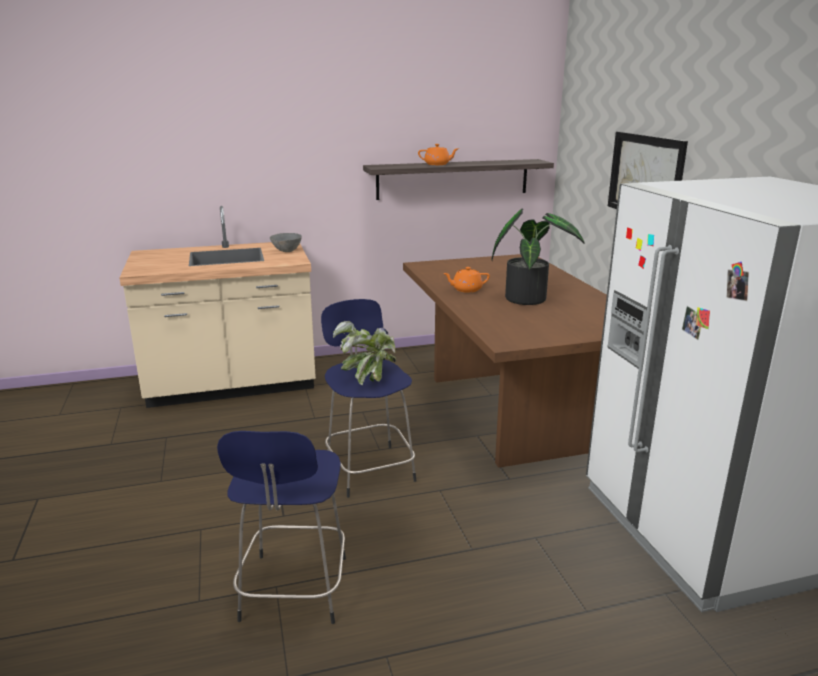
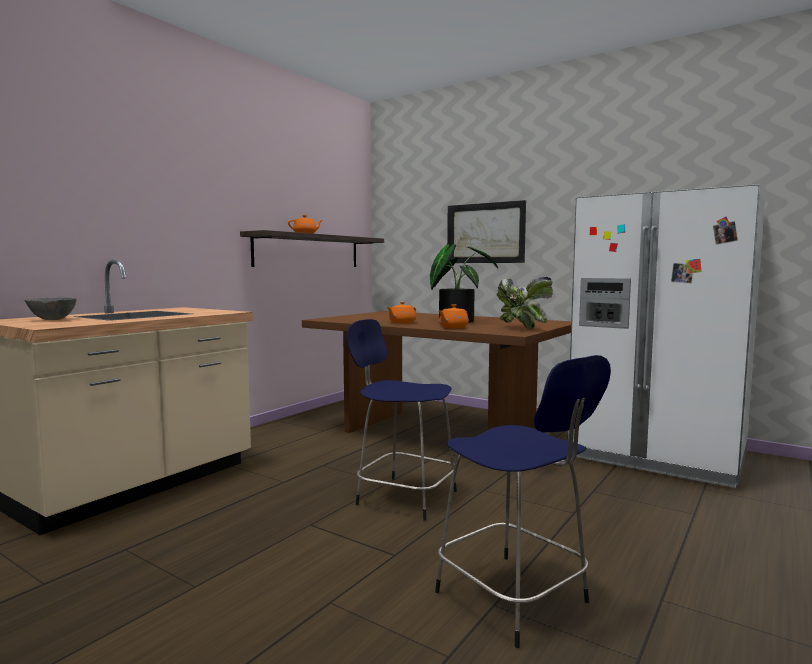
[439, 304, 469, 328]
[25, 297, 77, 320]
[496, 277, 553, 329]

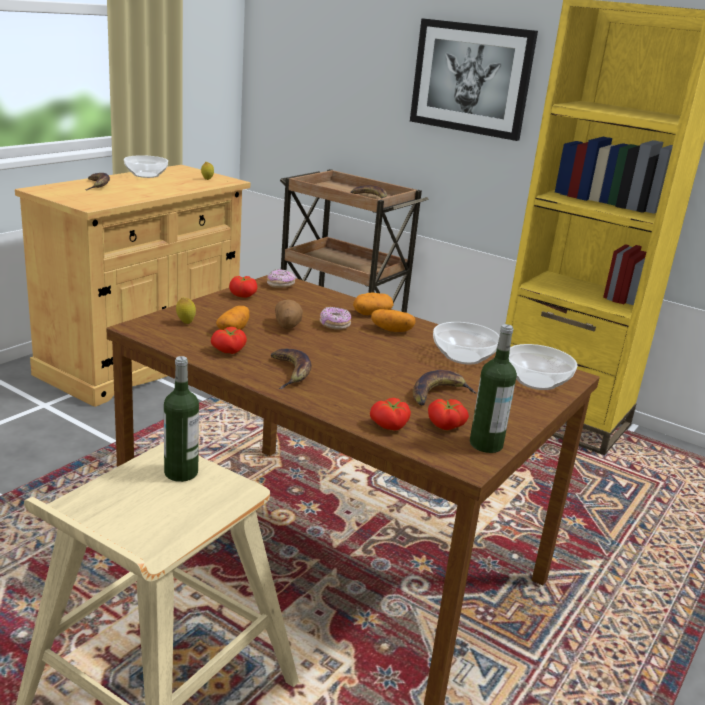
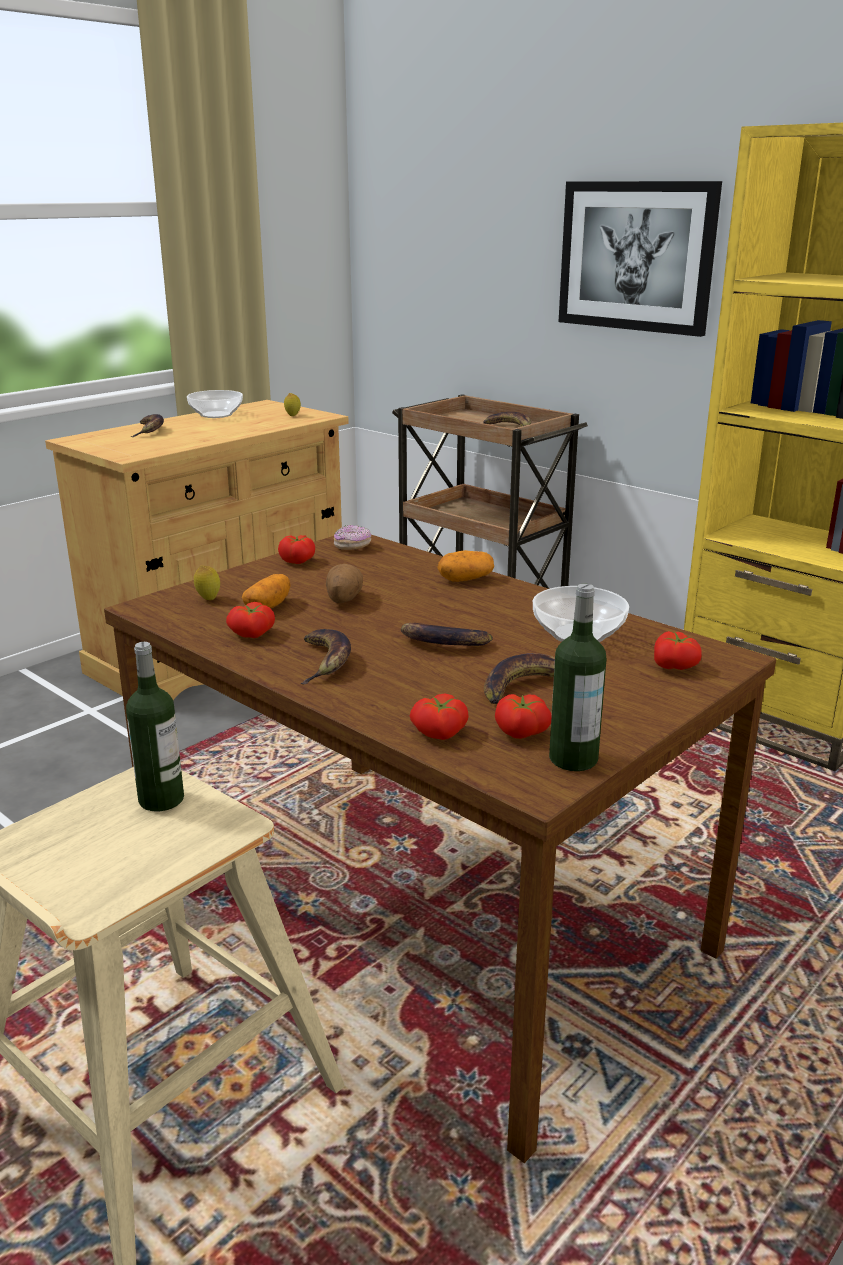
[320, 307, 351, 330] (first image)
[371, 309, 416, 332] (first image)
[401, 623, 493, 646]
[654, 631, 702, 670]

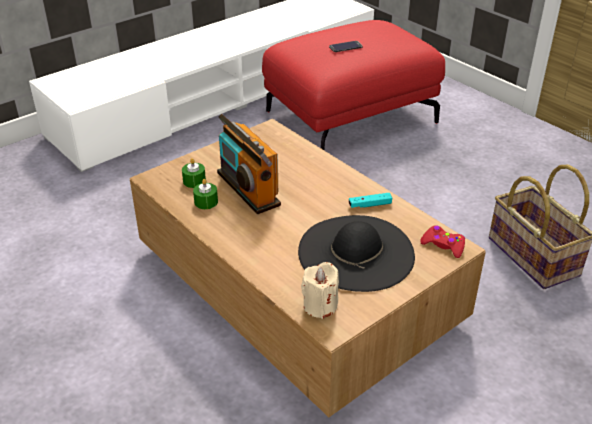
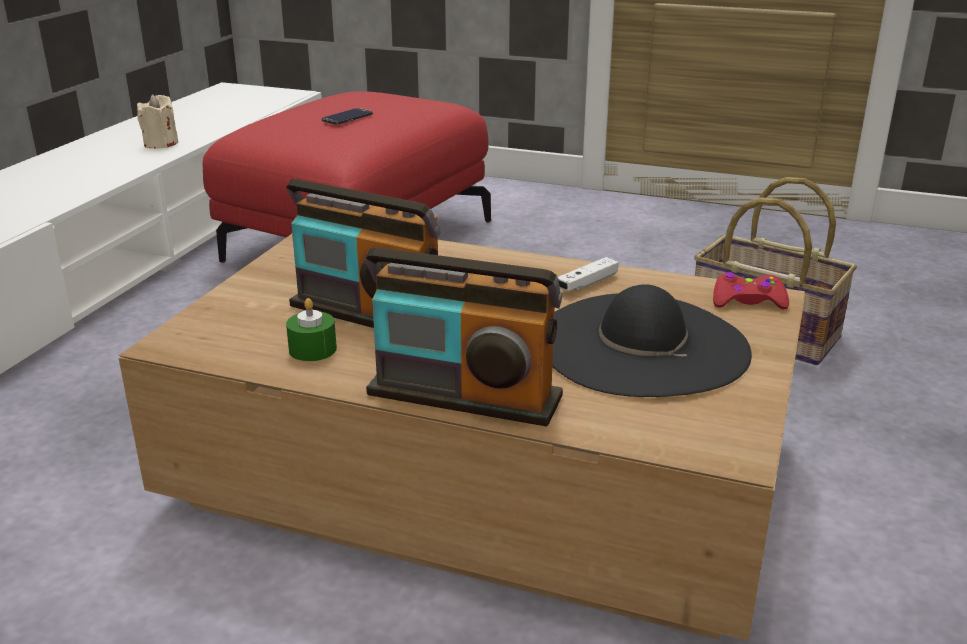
[182, 158, 206, 188] (first image)
[365, 247, 563, 427]
[137, 94, 179, 149]
[558, 257, 619, 291]

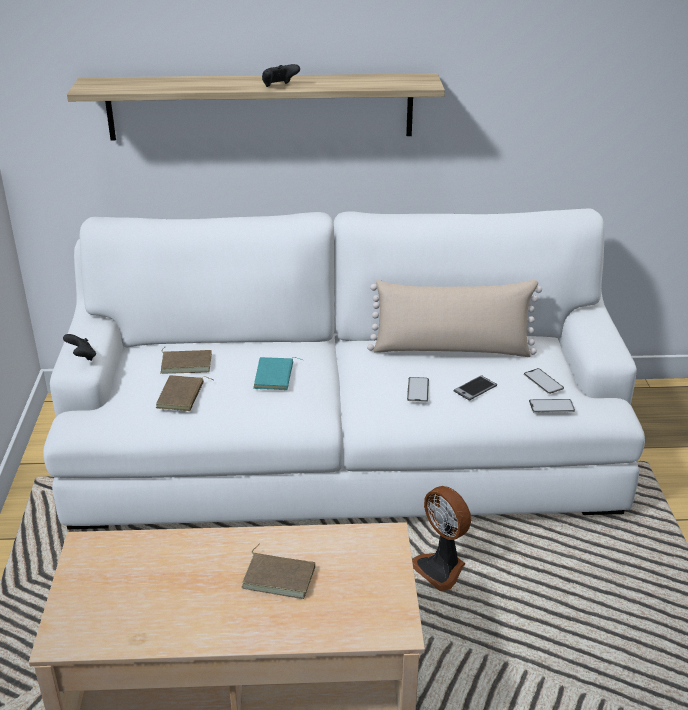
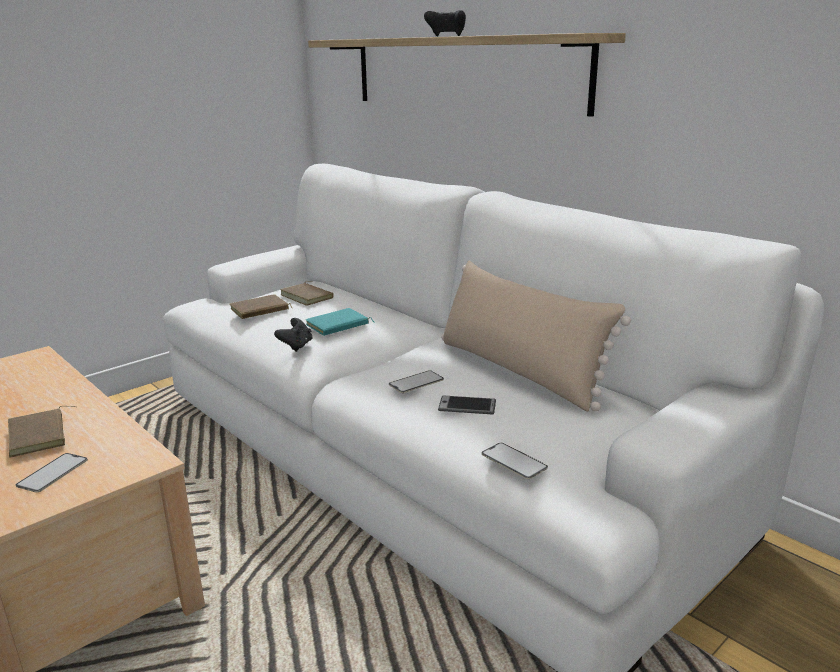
[412, 486, 471, 591] (first image)
[274, 318, 312, 352]
[16, 453, 88, 493]

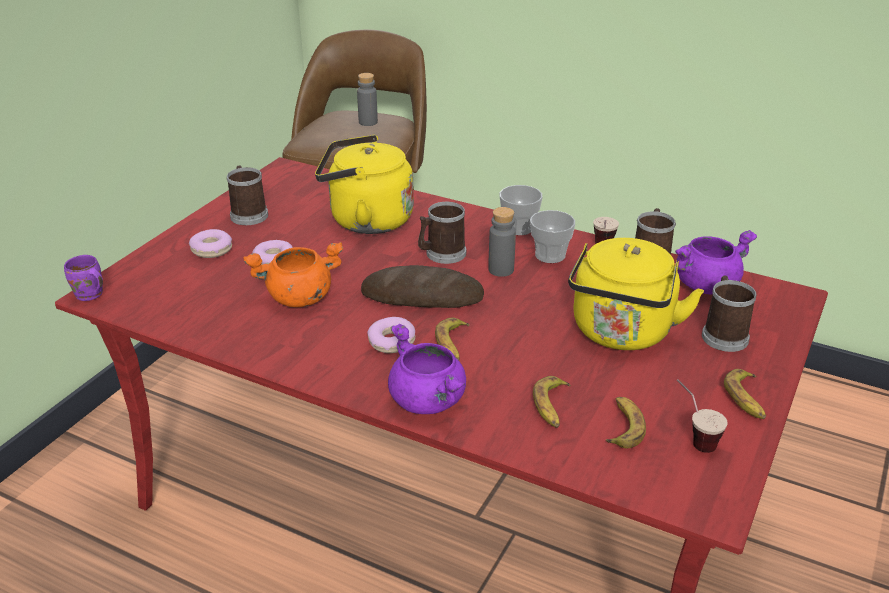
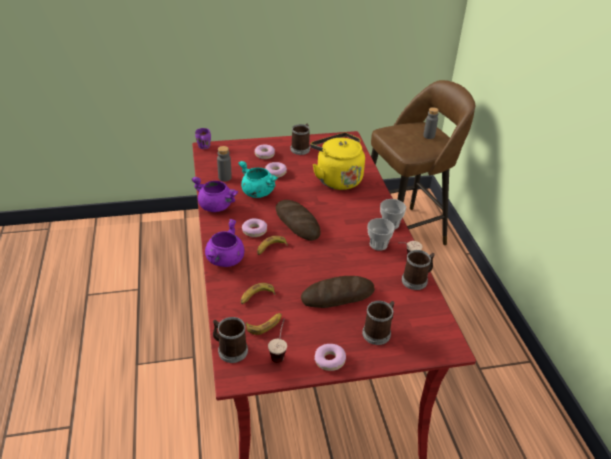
[213, 317, 248, 363]
[217, 146, 232, 181]
[191, 177, 238, 212]
[301, 276, 375, 308]
[314, 344, 346, 371]
[238, 161, 278, 198]

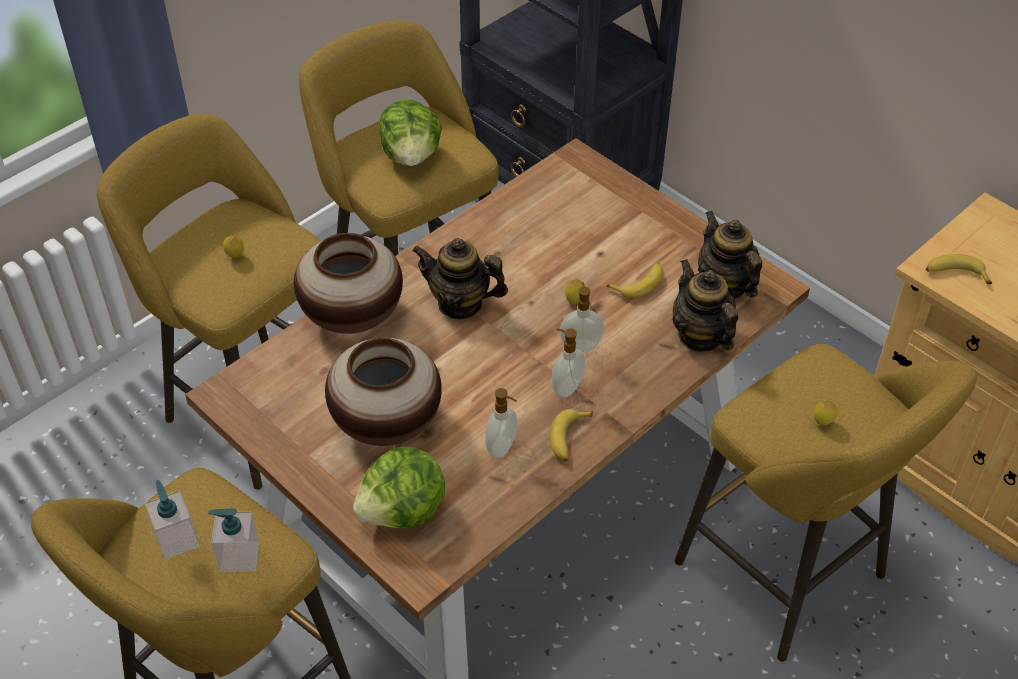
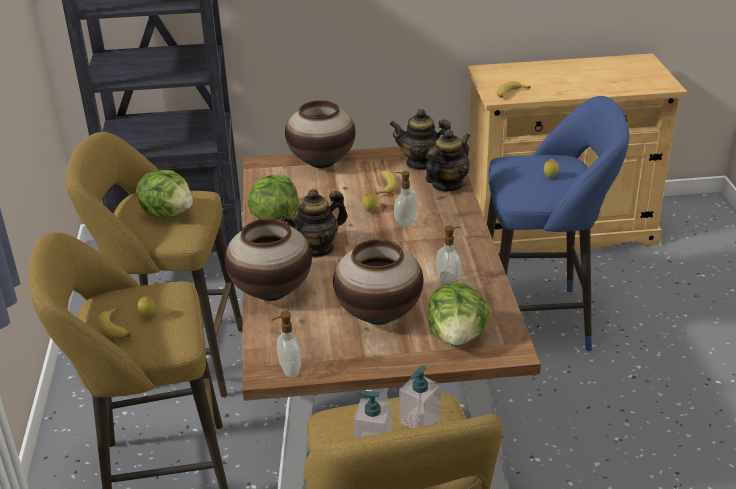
[248, 175, 298, 222]
[285, 100, 356, 168]
[97, 306, 131, 339]
[272, 311, 301, 378]
[487, 96, 629, 351]
[425, 129, 470, 191]

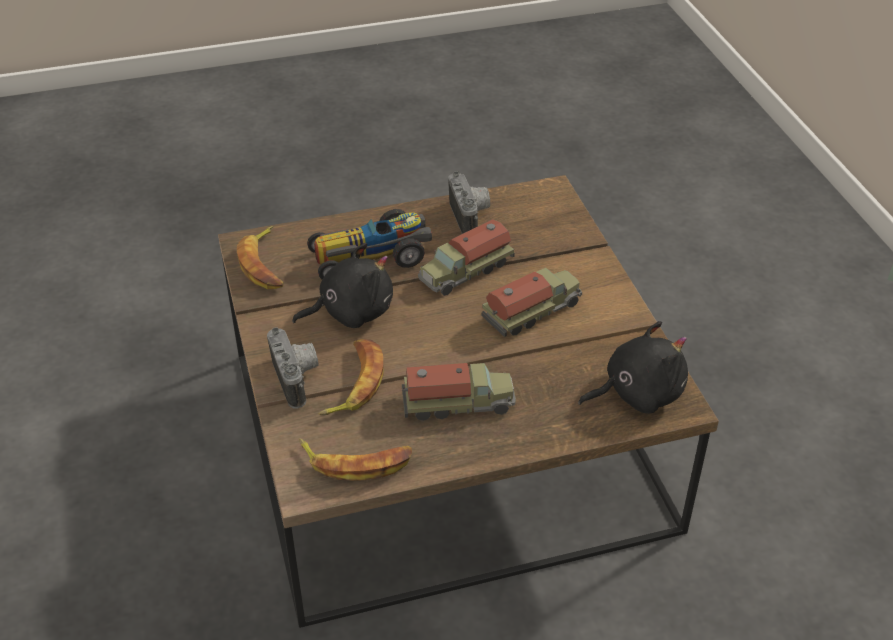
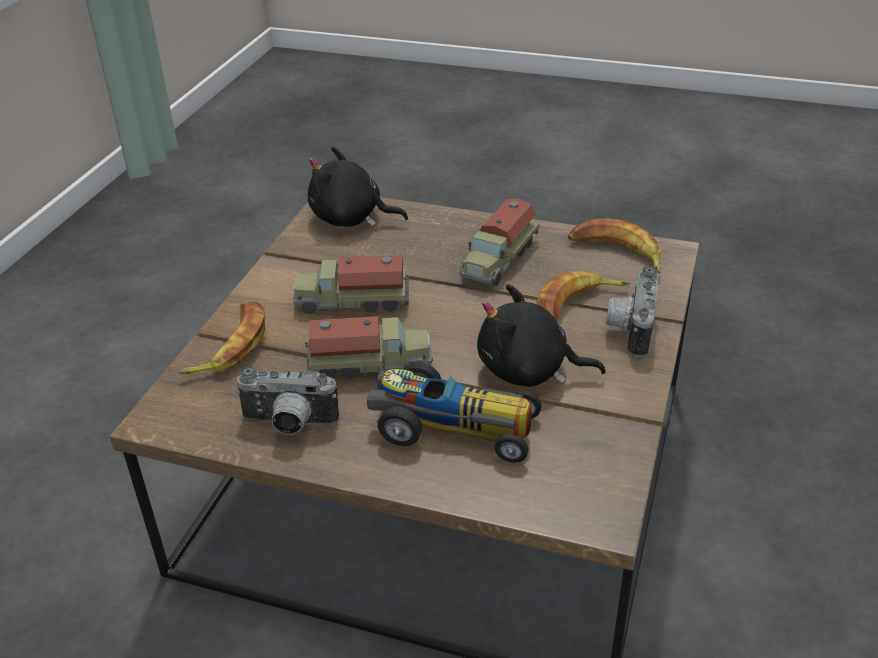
[179, 301, 265, 374]
[459, 199, 539, 286]
[235, 367, 339, 435]

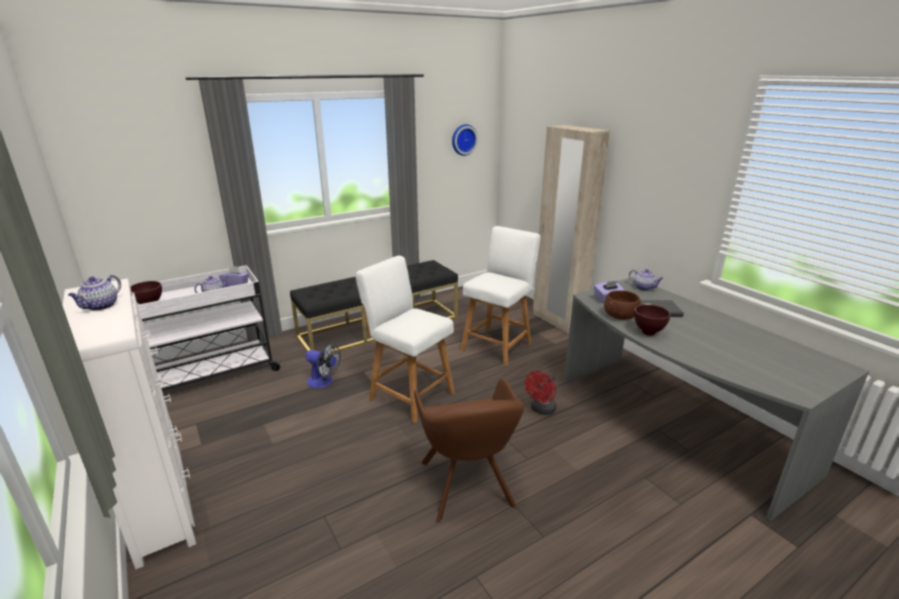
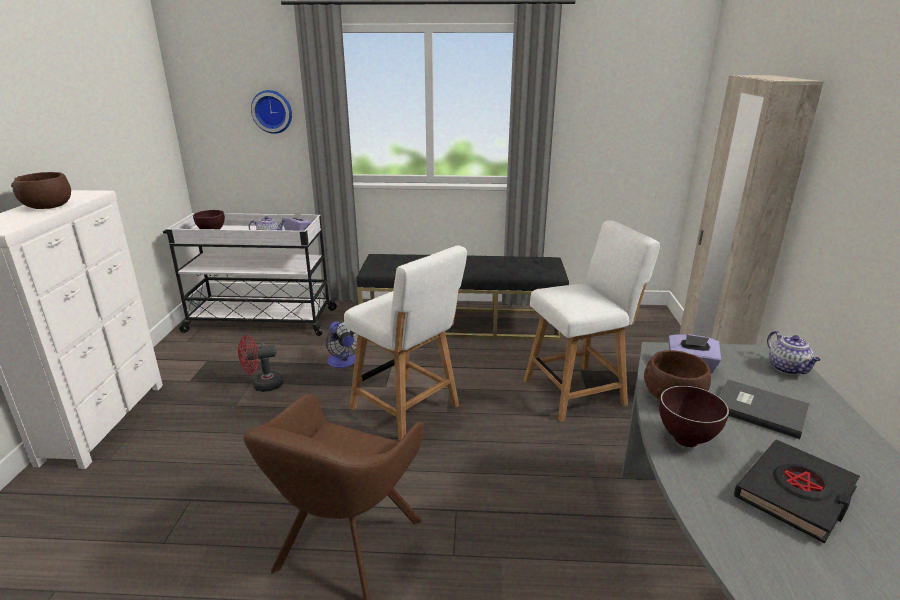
[734, 440, 860, 543]
[251, 90, 292, 134]
[238, 335, 283, 392]
[11, 172, 71, 209]
[344, 245, 467, 441]

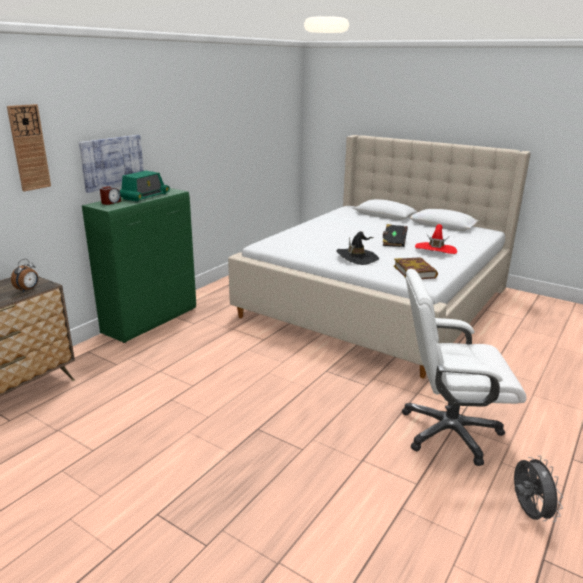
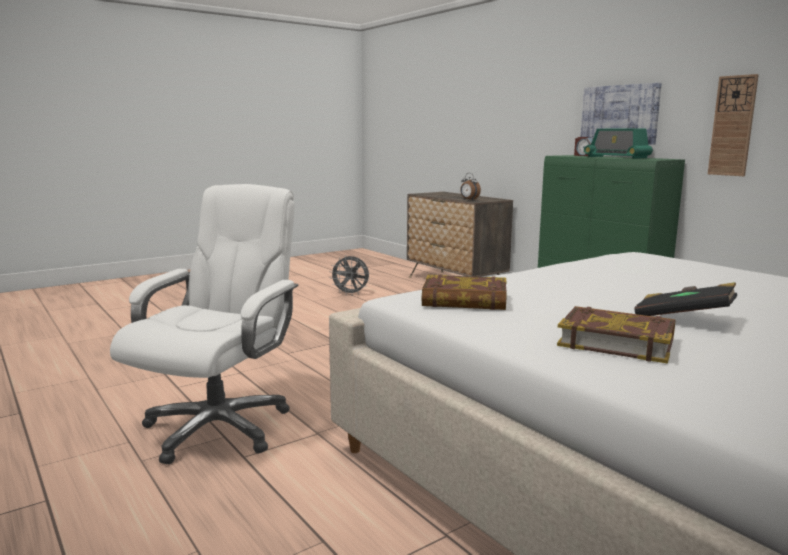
[336, 231, 379, 265] (first image)
[708, 74, 759, 176]
[329, 256, 369, 296]
[557, 306, 675, 364]

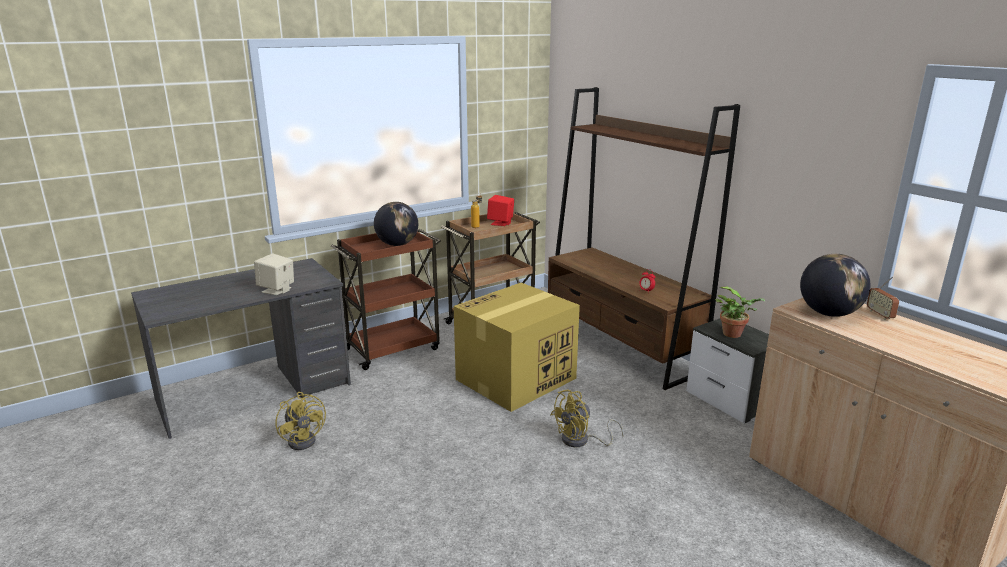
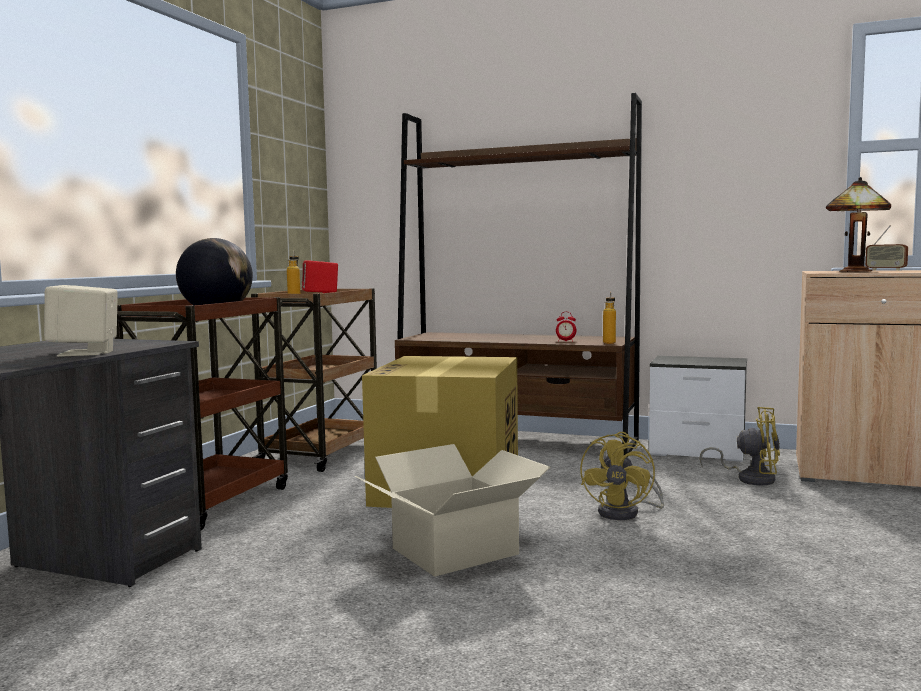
[715, 286, 765, 338] (first image)
[355, 444, 550, 577]
[603, 292, 616, 344]
[700, 407, 780, 485]
[826, 177, 891, 272]

